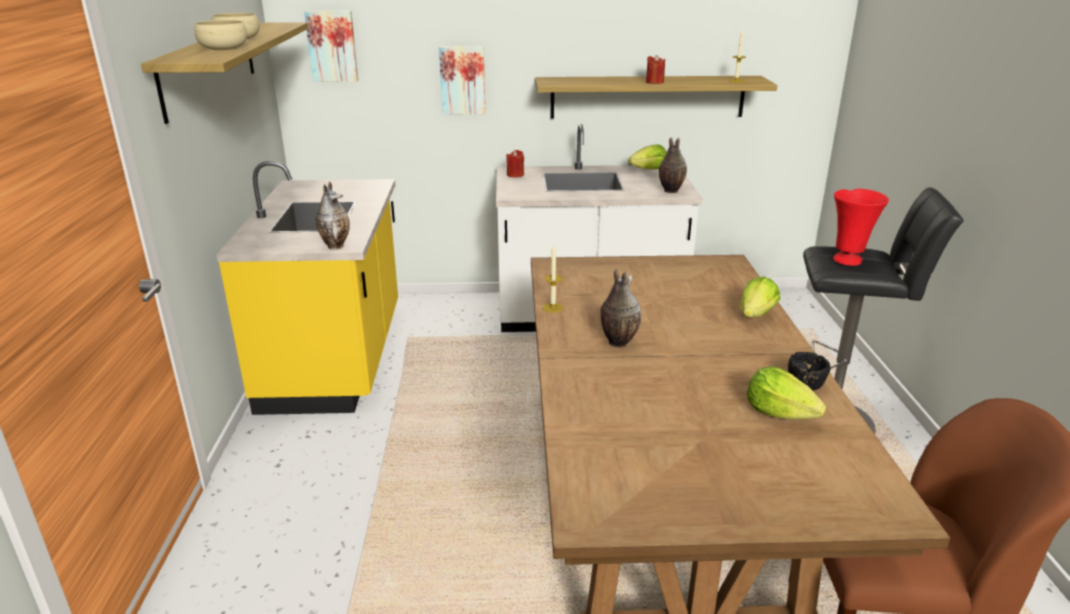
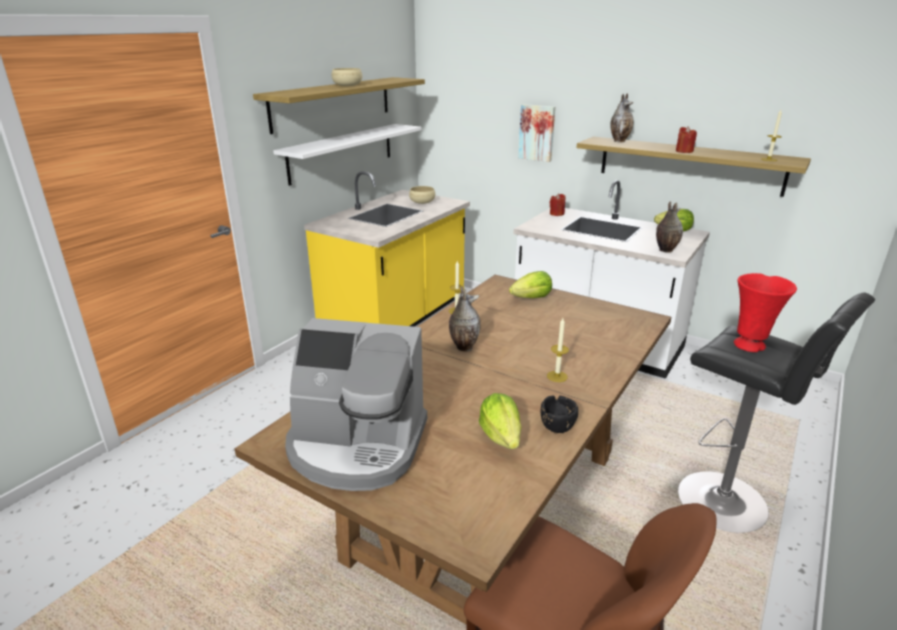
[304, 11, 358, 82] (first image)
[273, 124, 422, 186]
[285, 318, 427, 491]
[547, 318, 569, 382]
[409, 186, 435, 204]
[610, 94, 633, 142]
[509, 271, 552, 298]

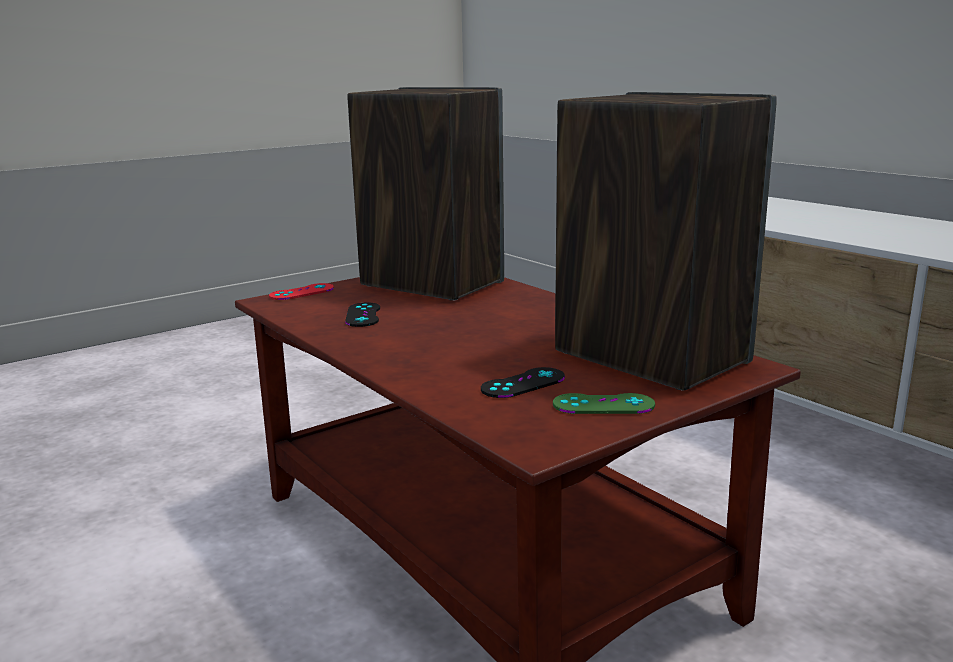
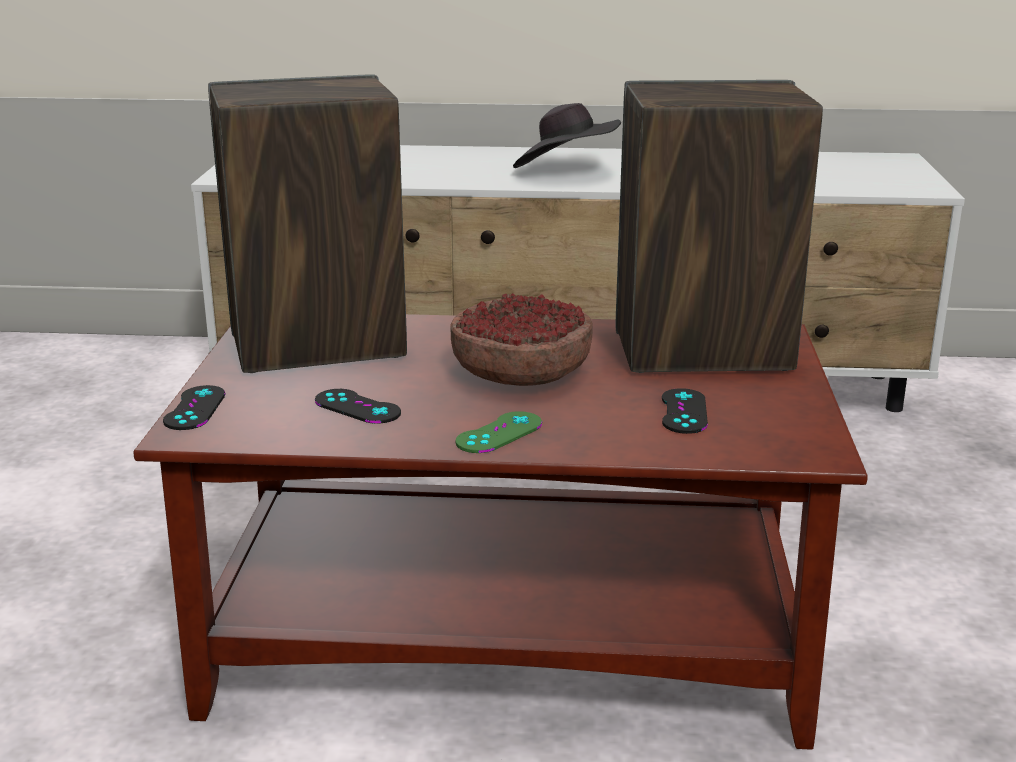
[450, 293, 593, 386]
[513, 103, 621, 168]
[455, 411, 542, 453]
[163, 385, 226, 430]

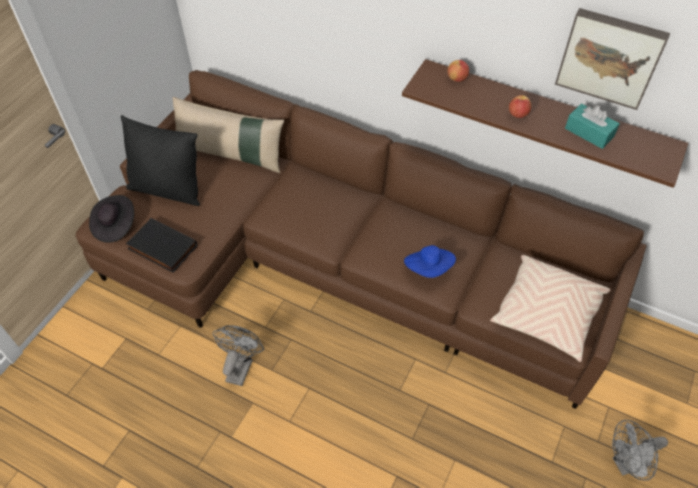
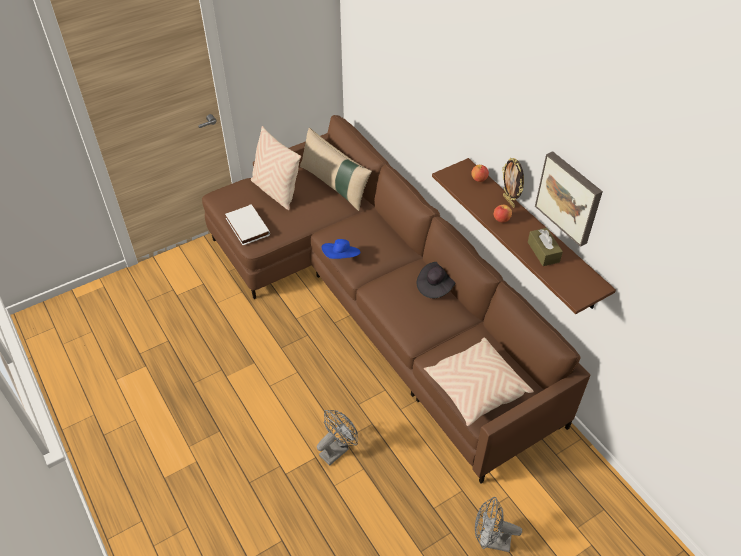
[502, 158, 524, 208]
[417, 262, 455, 298]
[317, 410, 358, 466]
[322, 239, 360, 259]
[251, 126, 301, 210]
[225, 204, 270, 245]
[528, 228, 563, 266]

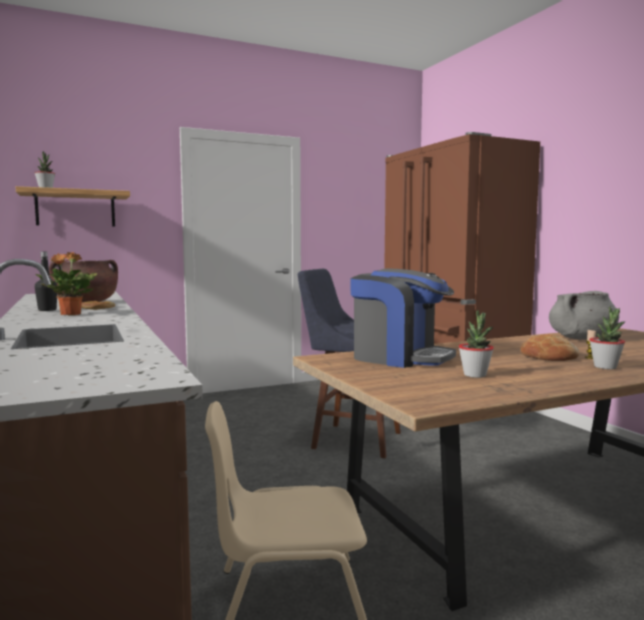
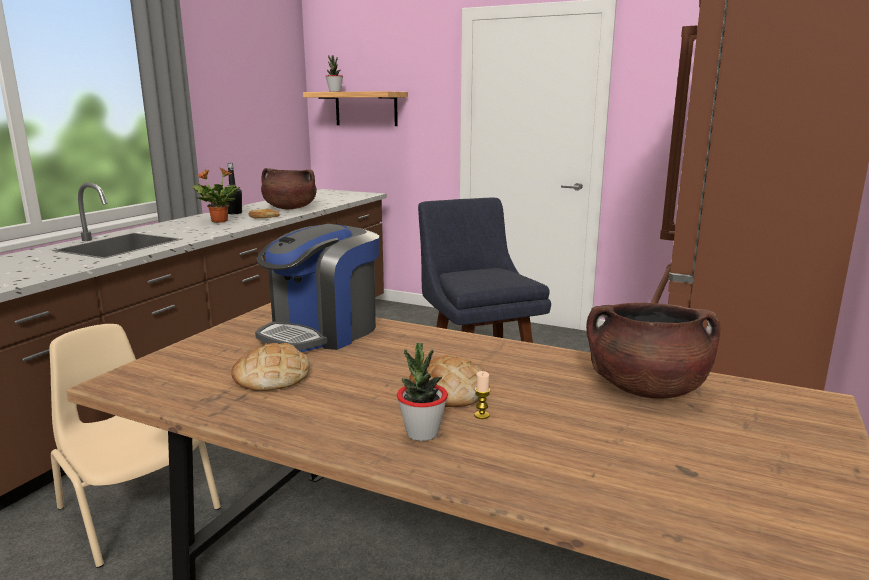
[232, 343, 310, 391]
[586, 303, 720, 398]
[255, 224, 380, 352]

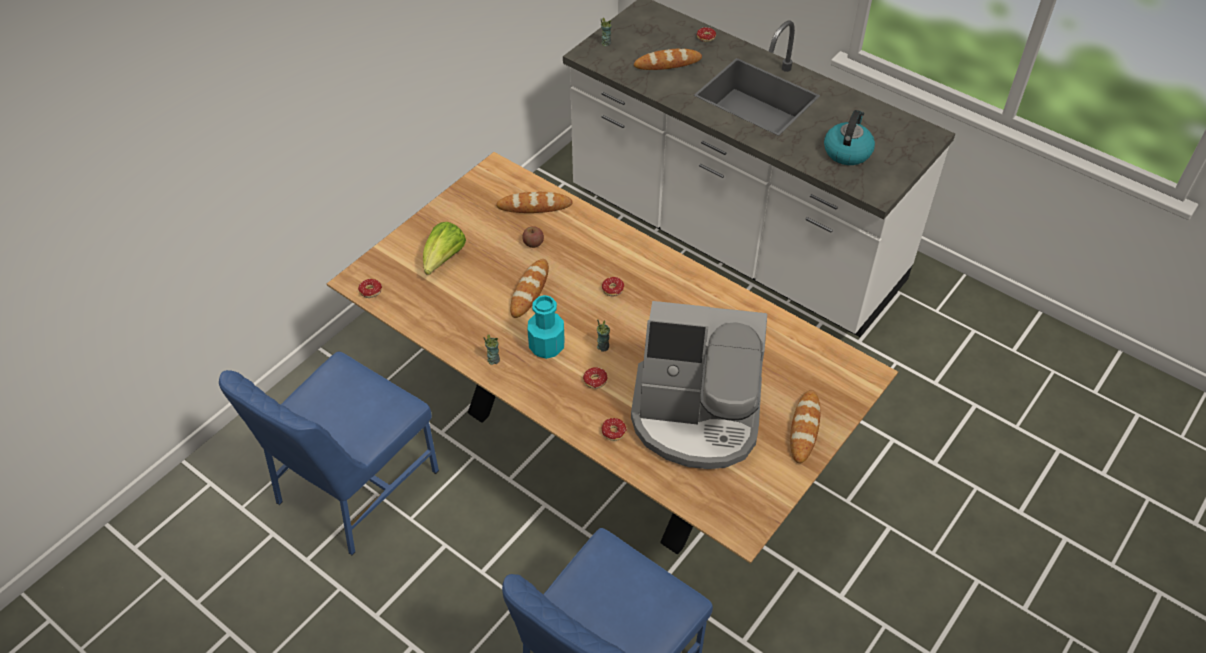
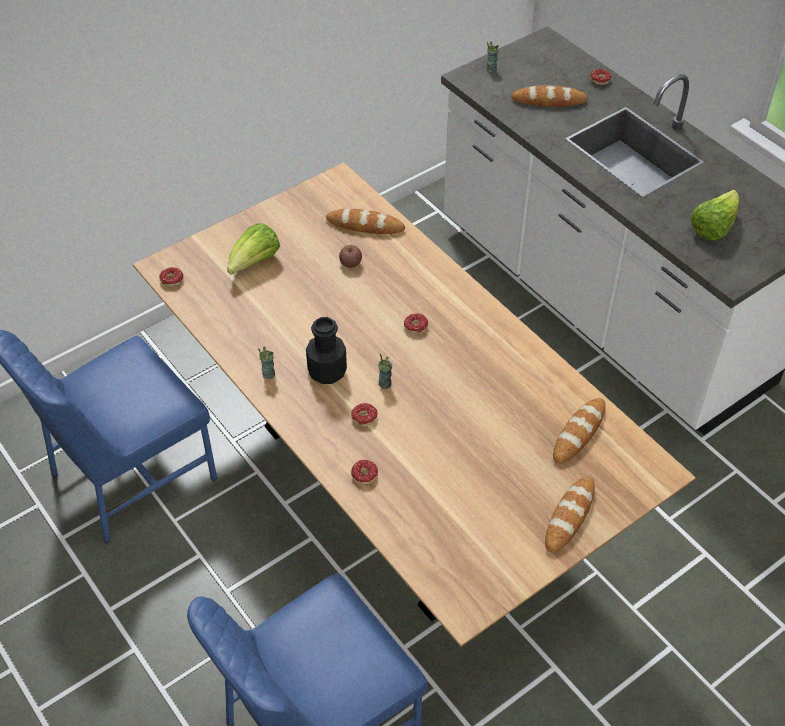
[631, 301, 767, 469] (first image)
[553, 398, 605, 463]
[691, 190, 739, 241]
[306, 317, 347, 384]

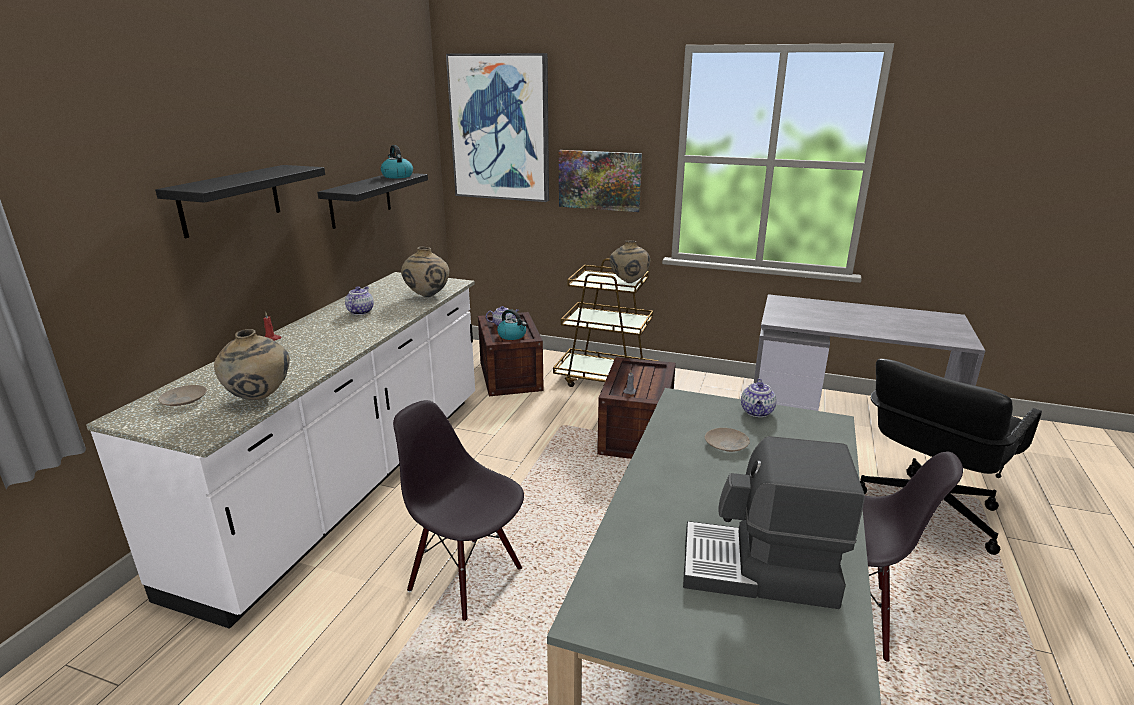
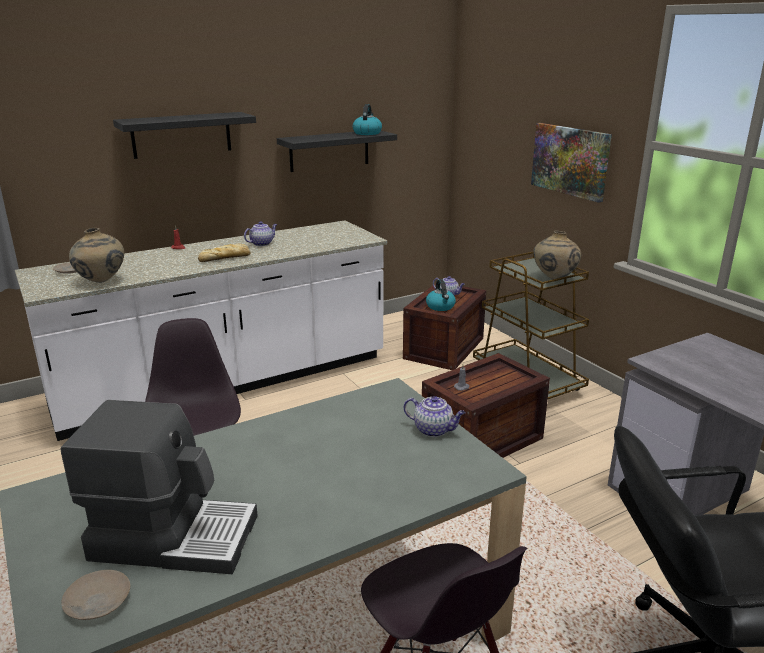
[401, 247, 449, 297] (first image)
[446, 53, 549, 202] (first image)
[198, 244, 250, 262]
[62, 570, 130, 620]
[61, 400, 258, 574]
[404, 396, 466, 437]

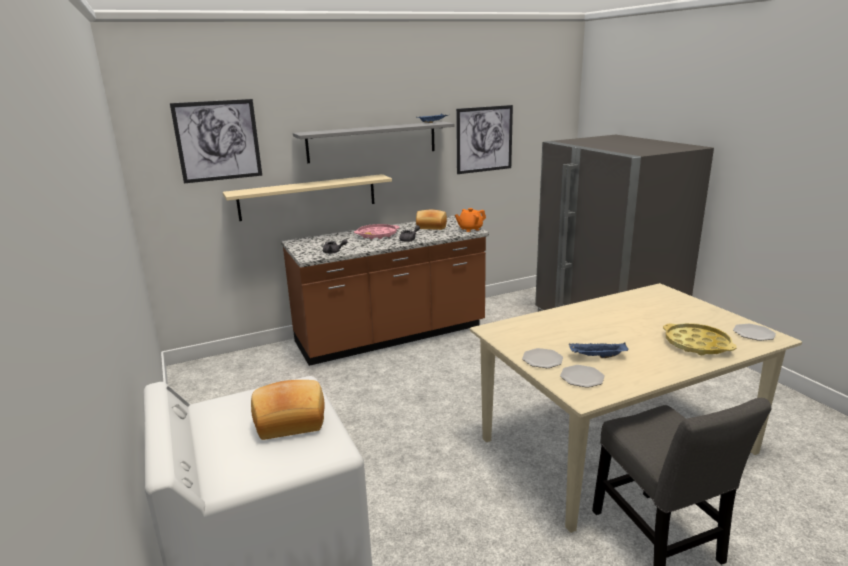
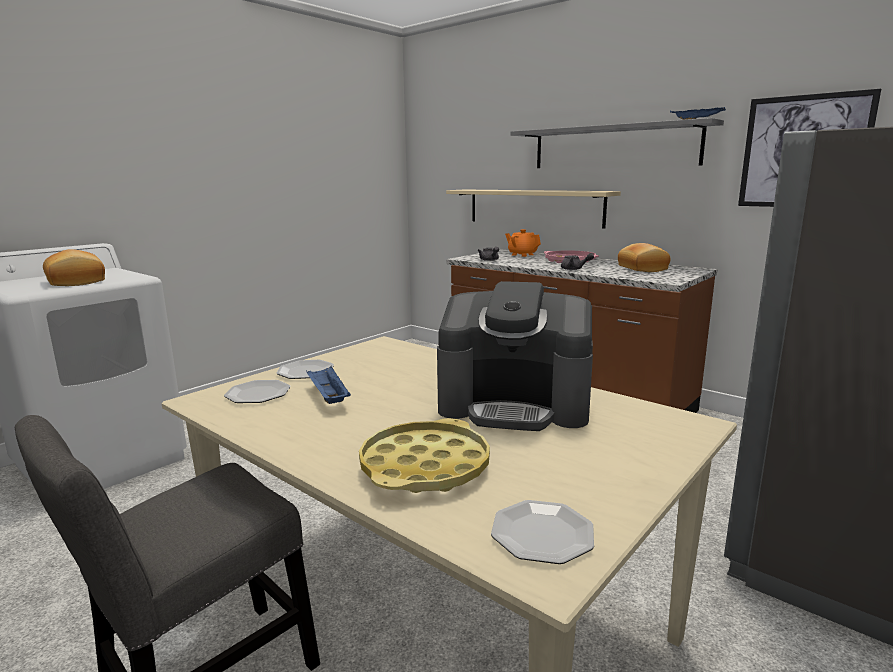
[170, 99, 262, 183] (first image)
[437, 281, 593, 431]
[505, 229, 541, 257]

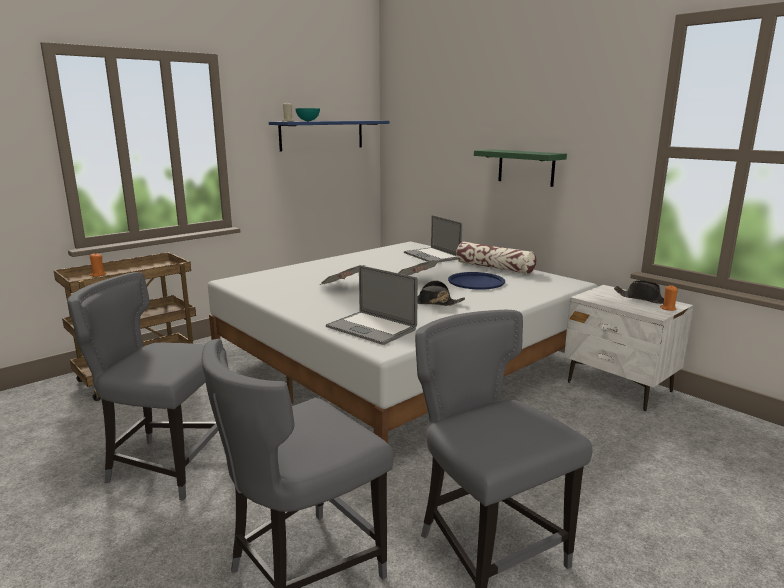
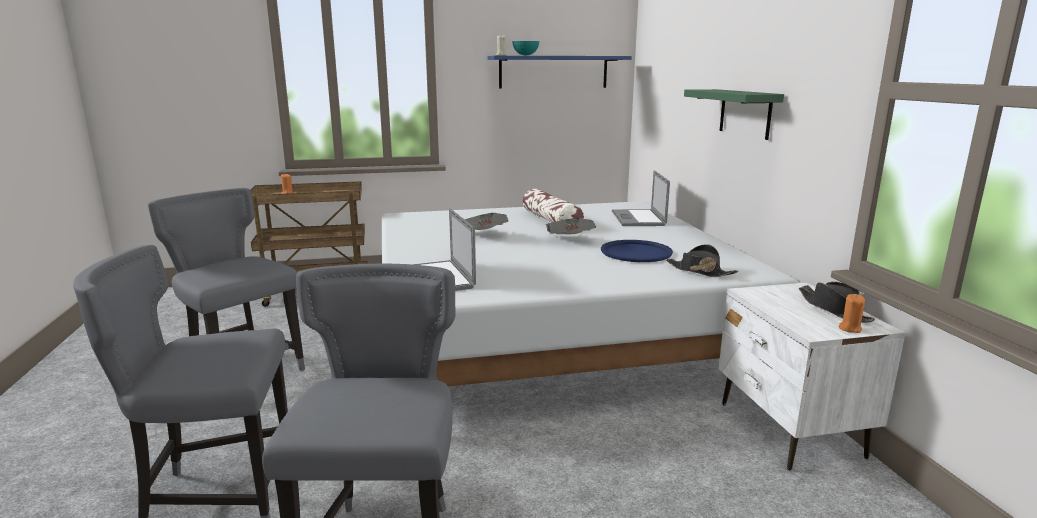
[666, 244, 738, 277]
[523, 189, 584, 223]

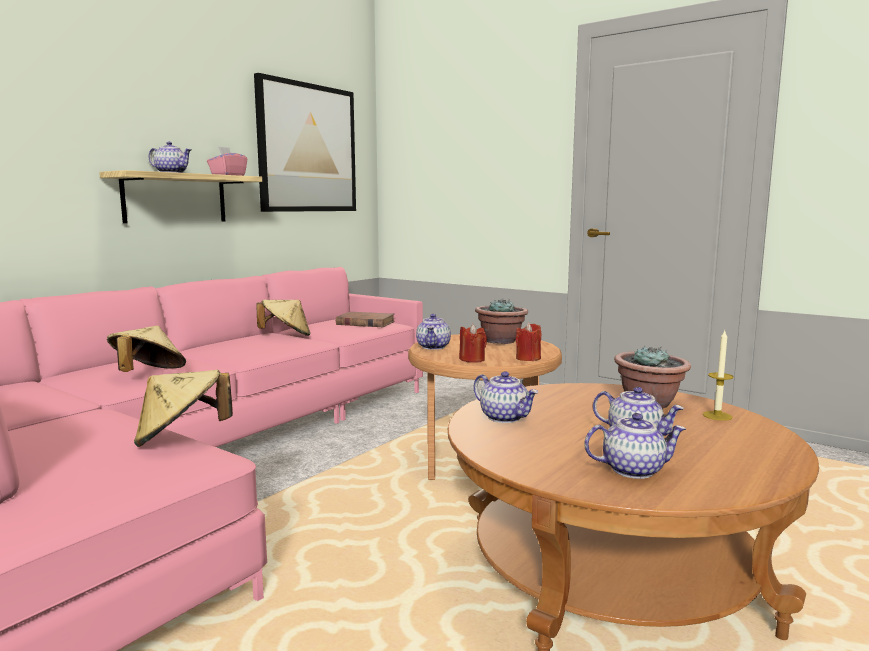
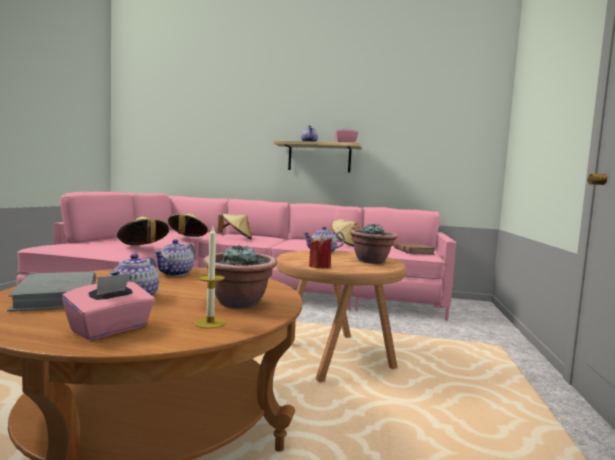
[254, 73, 356, 212] (first image)
[459, 324, 487, 363] (first image)
[62, 273, 155, 340]
[168, 213, 208, 237]
[7, 271, 97, 312]

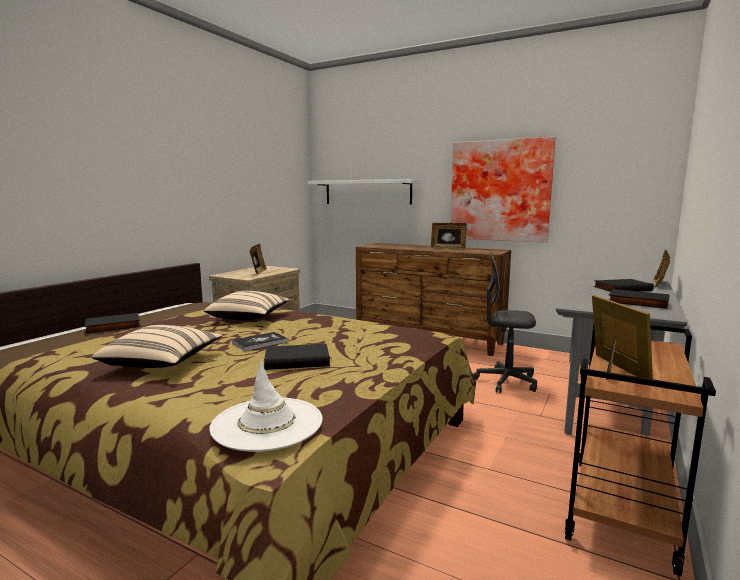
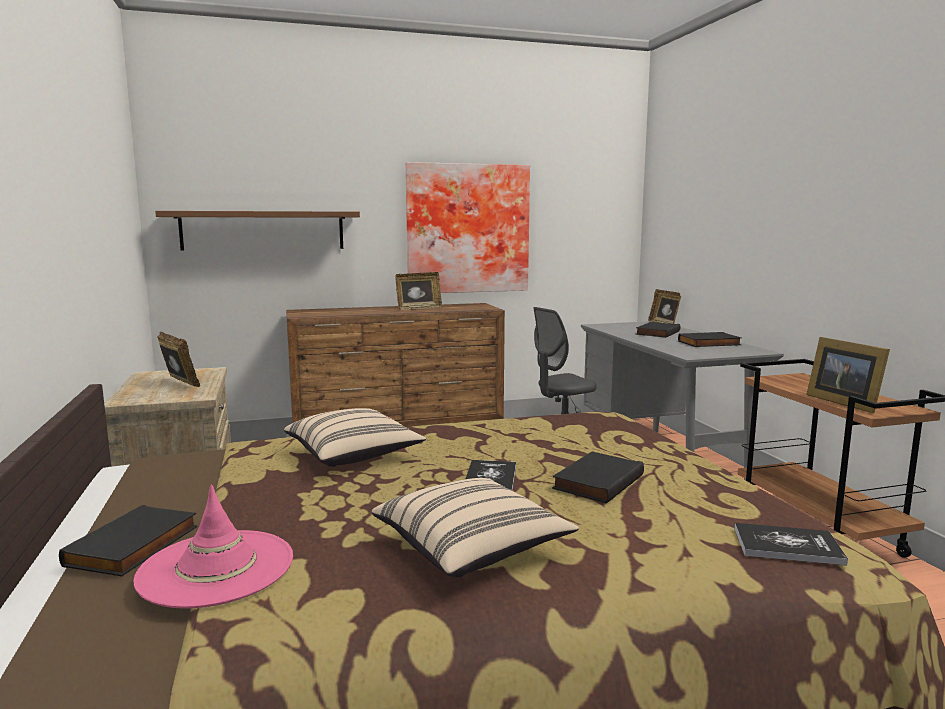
[134, 484, 293, 609]
[734, 523, 848, 566]
[155, 211, 360, 250]
[806, 337, 890, 413]

